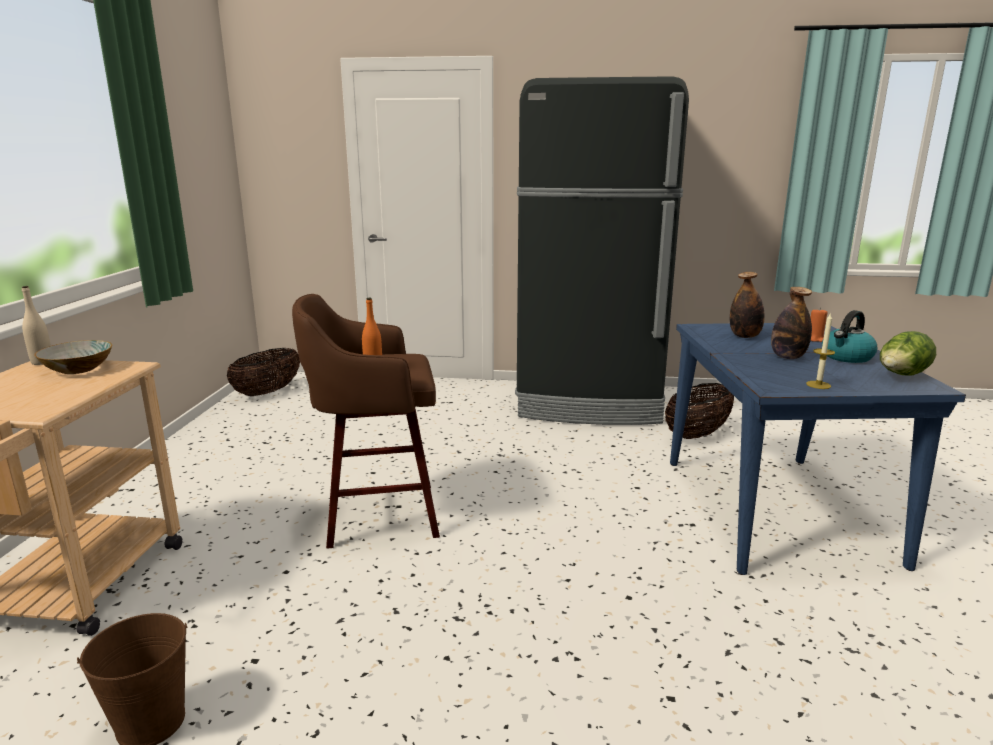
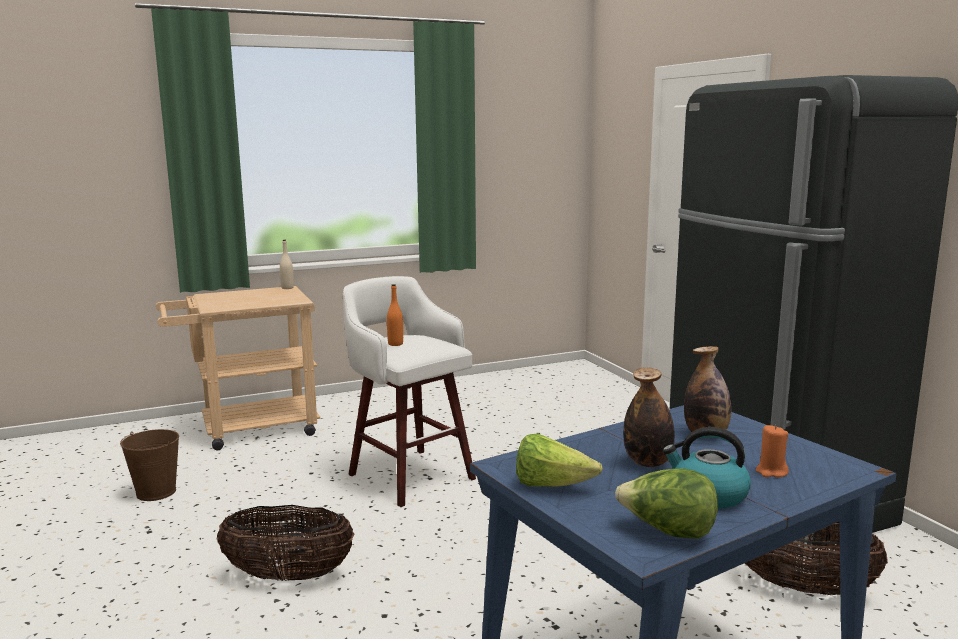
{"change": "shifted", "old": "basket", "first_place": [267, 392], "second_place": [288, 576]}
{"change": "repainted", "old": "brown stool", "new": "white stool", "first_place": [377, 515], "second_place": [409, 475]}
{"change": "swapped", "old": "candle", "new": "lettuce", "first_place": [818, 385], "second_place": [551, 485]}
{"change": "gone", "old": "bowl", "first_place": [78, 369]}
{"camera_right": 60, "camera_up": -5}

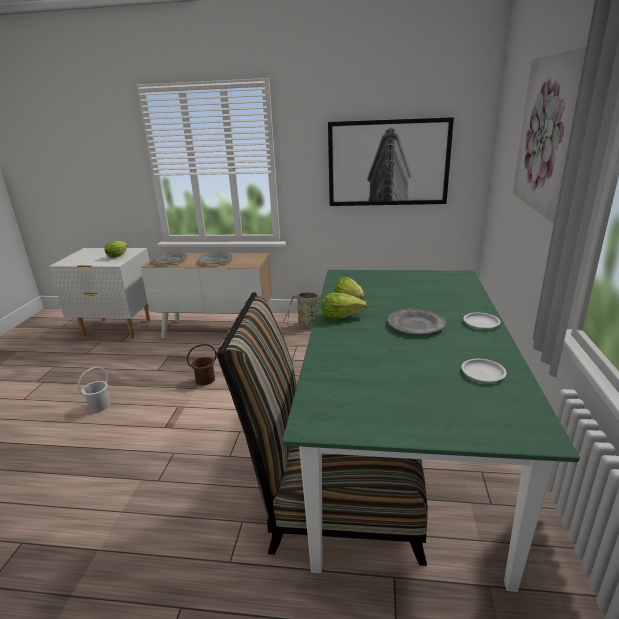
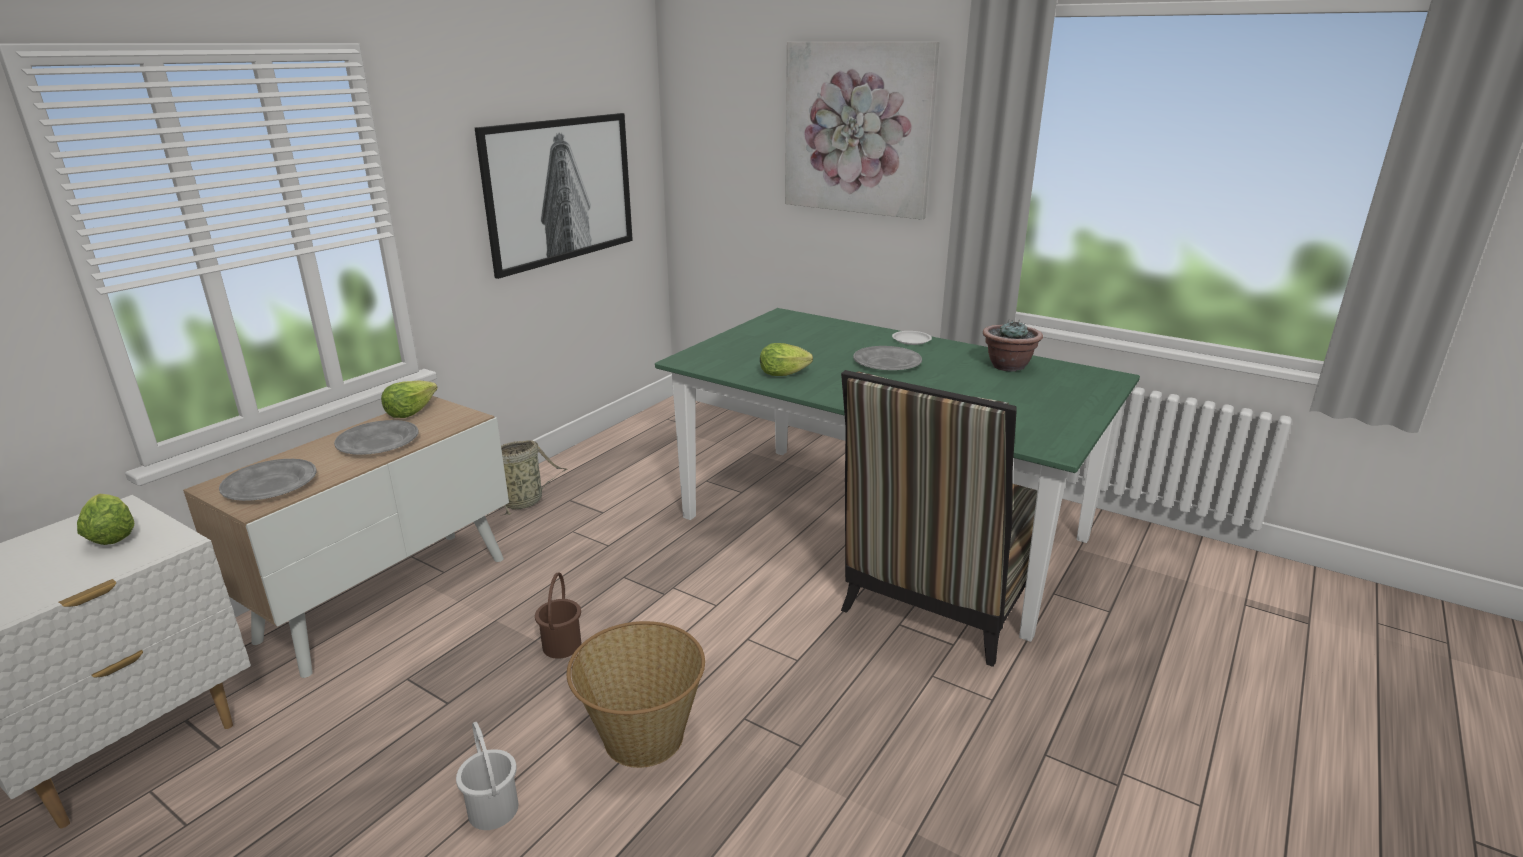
{"change": "shifted", "old": "lettuce", "first_place": [341, 316], "second_place": [410, 411]}
{"change": "new", "new": "basket", "second_place": [642, 737]}
{"change": "swapped", "old": "white plate", "new": "potted plant", "first_place": [483, 373], "second_place": [1008, 366]}
{"camera_right": -65, "camera_up": 0}

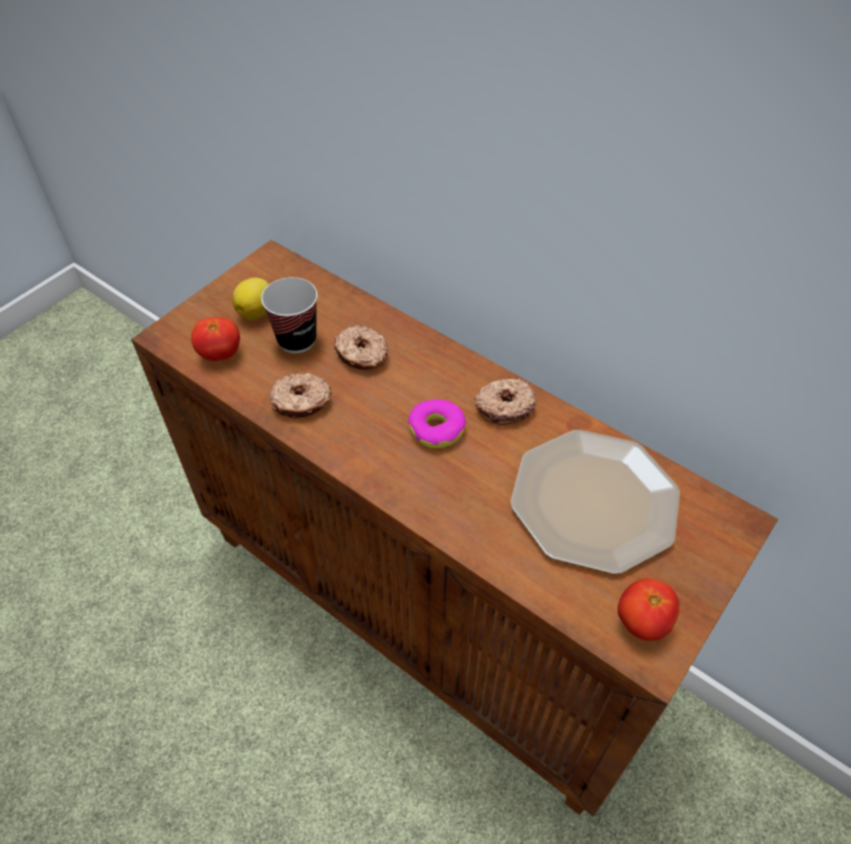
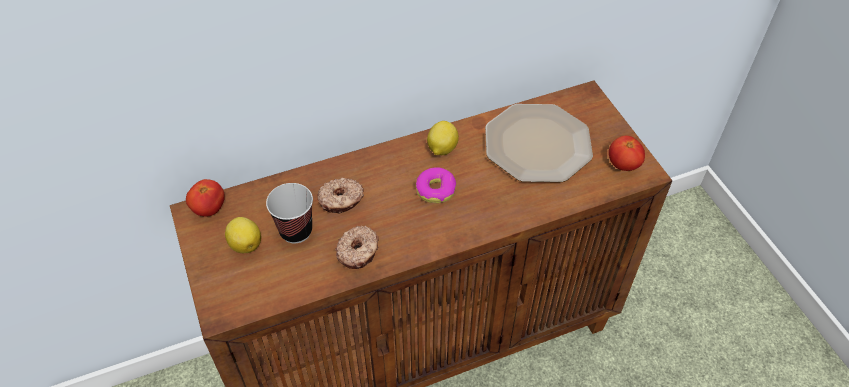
{"change": "shifted", "old": "tomato", "first_place": [220, 354], "second_place": [209, 209]}
{"change": "swapped", "old": "donut", "new": "lemon", "first_place": [504, 406], "second_place": [441, 149]}
{"camera_right": -60, "camera_up": 0}

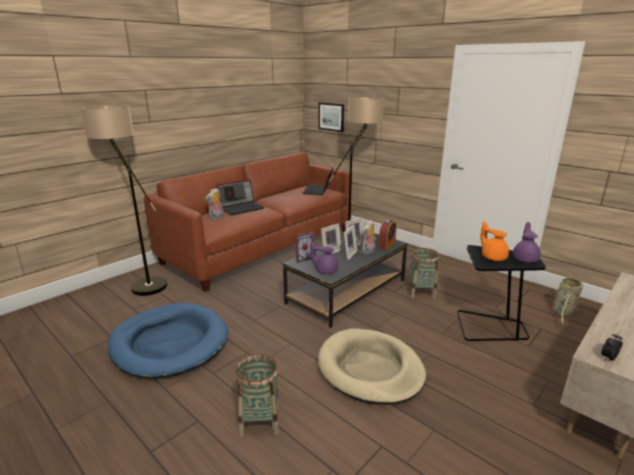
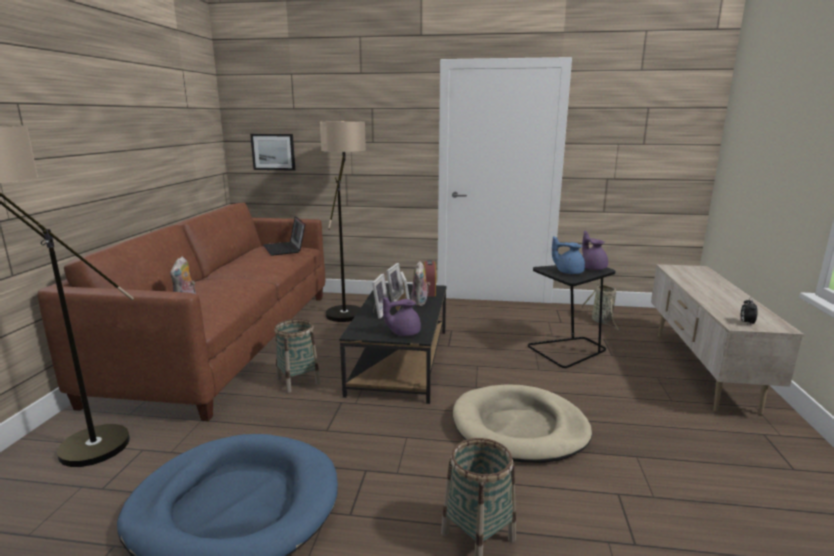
{"change": "shifted", "old": "basket", "first_place": [421, 292], "second_place": [298, 381]}
{"change": "repainted", "old": "orange teapot", "new": "blue teapot", "first_place": [493, 257], "second_place": [568, 272]}
{"change": "gone", "old": "laptop", "first_place": [241, 208]}
{"change": "gone", "old": "picture frame", "first_place": [303, 258]}
{"camera_right": -35, "camera_up": -5}

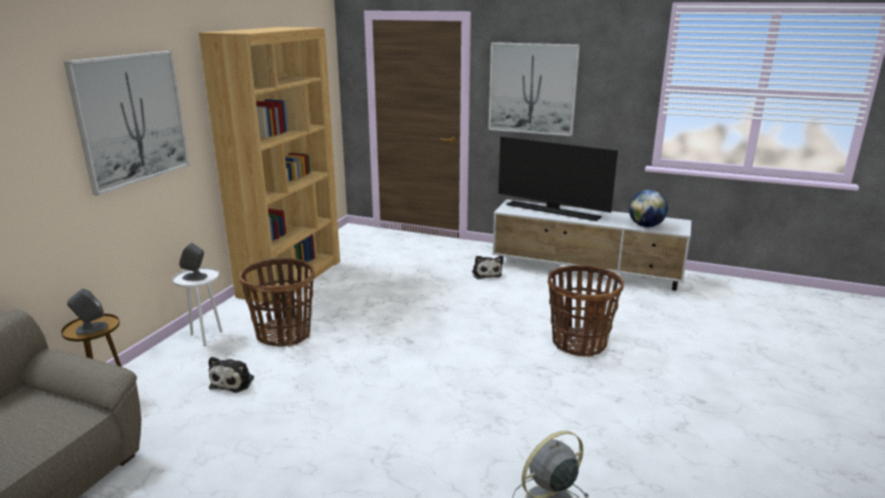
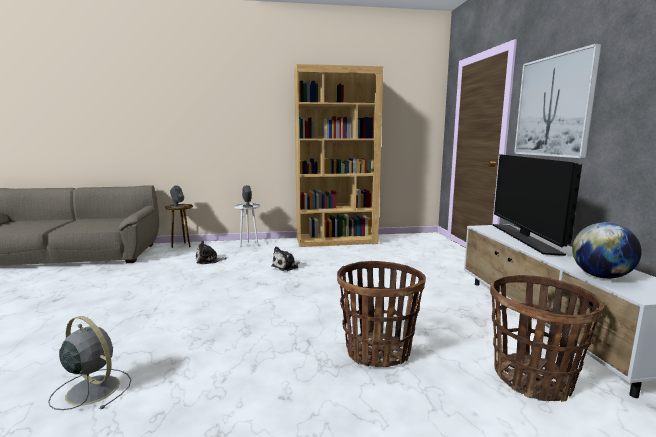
{"change": "shifted", "old": "plush toy", "first_place": [486, 273], "second_place": [286, 267]}
{"change": "shifted", "old": "basket", "first_place": [284, 334], "second_place": [533, 379]}
{"change": "gone", "old": "picture", "first_place": [131, 119]}
{"camera_right": 60, "camera_up": -10}

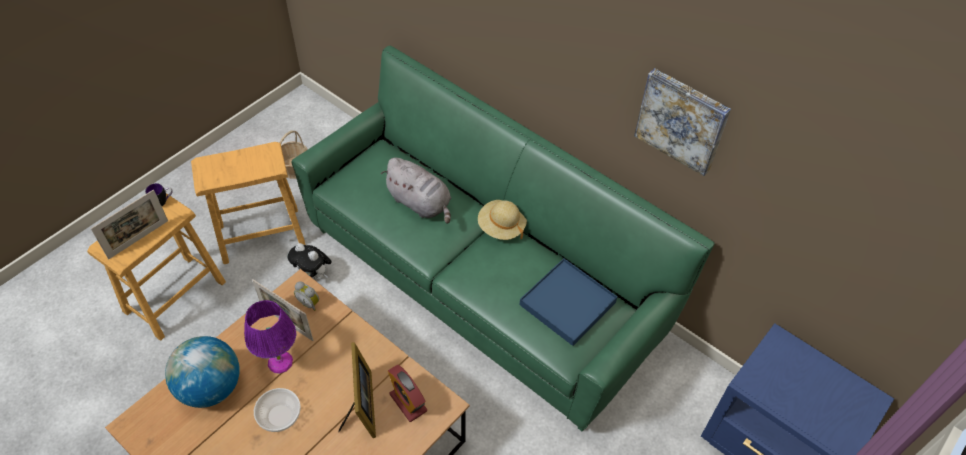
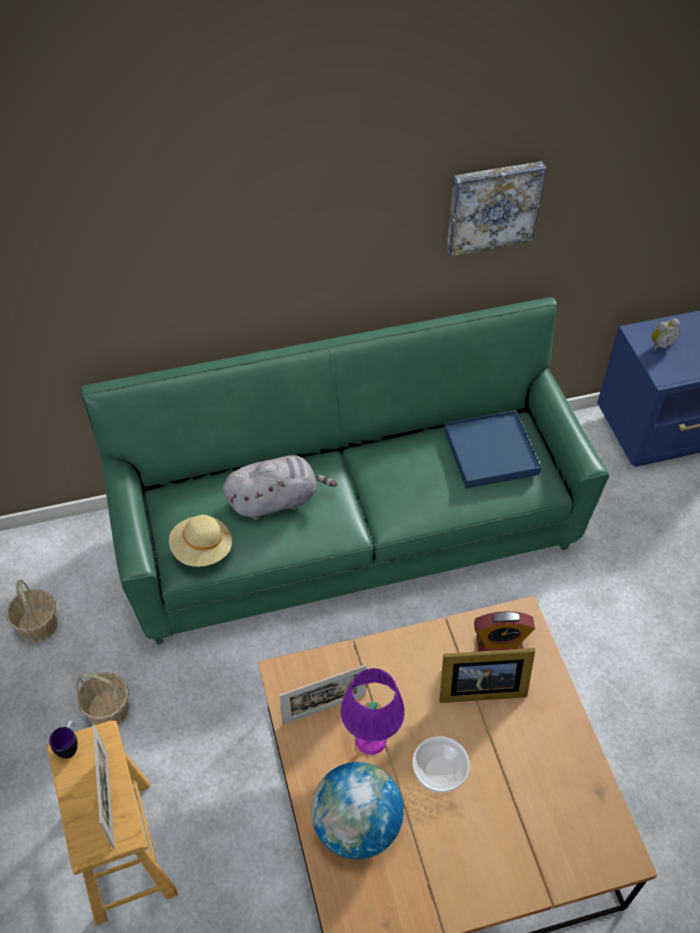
{"change": "swapped", "old": "brown stool", "new": "basket", "first_place": [261, 234], "second_place": [108, 709]}
{"change": "shifted", "old": "beige hat", "first_place": [501, 227], "second_place": [202, 549]}
{"change": "rotated", "old": "picture frame", "first_place": [362, 407], "second_place": [478, 688], "degrees": 150}
{"change": "shifted", "old": "alarm clock", "first_place": [309, 303], "second_place": [660, 345]}
{"change": "gone", "old": "plush toy", "first_place": [314, 275]}
{"camera_right": -55, "camera_up": 0}

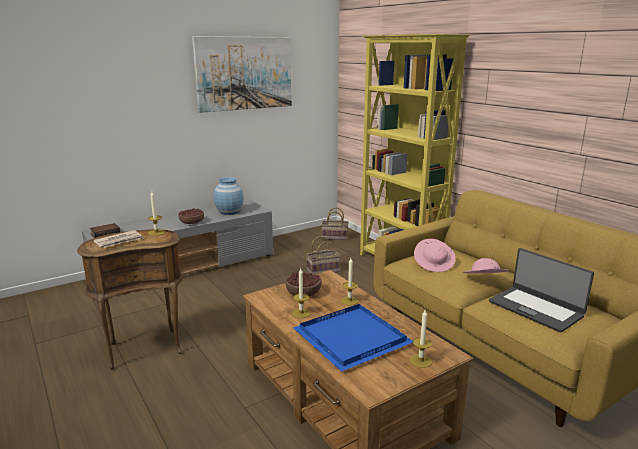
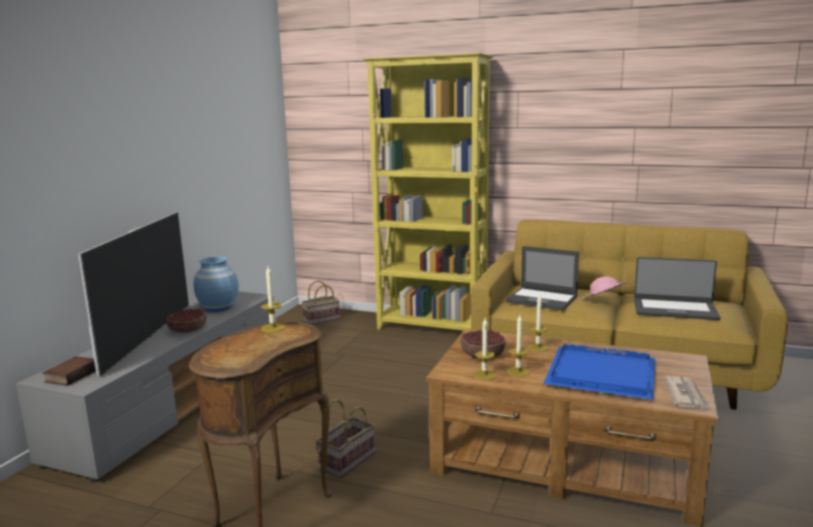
{"change": "new", "new": "television", "second_place": [148, 337]}
{"change": "shifted", "old": "basket", "first_place": [323, 270], "second_place": [347, 460]}
{"change": "shifted", "old": "candle", "first_place": [420, 361], "second_place": [484, 375]}
{"change": "swapped", "old": "pink hat", "new": "laptop", "first_place": [434, 264], "second_place": [542, 299]}
{"change": "shifted", "old": "newspaper", "first_place": [119, 241], "second_place": [685, 395]}
{"change": "gone", "old": "picture", "first_place": [244, 73]}
{"camera_right": -35, "camera_up": -5}

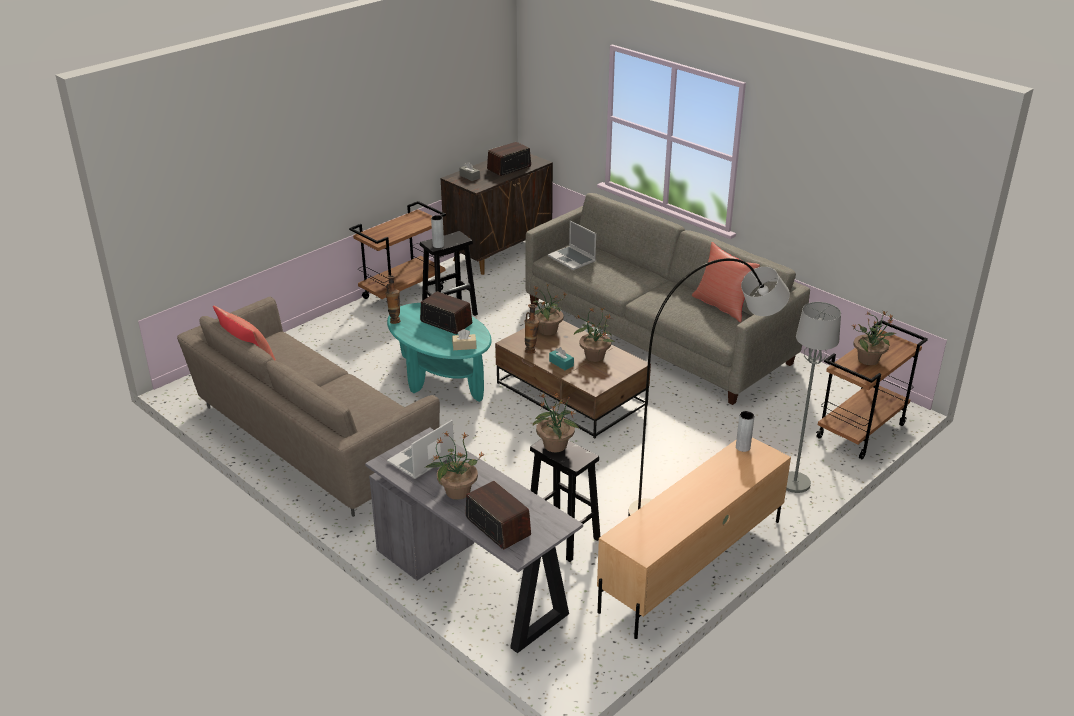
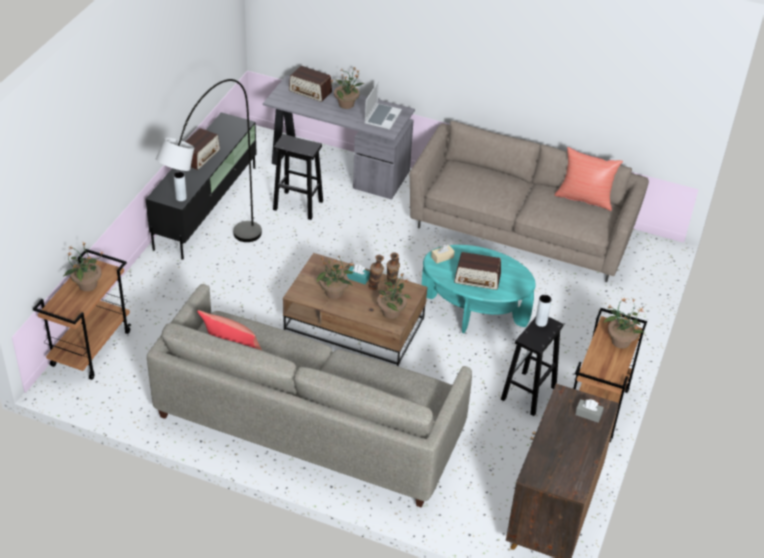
{"change": "repainted", "old": "beige tv stand", "new": "black tv stand", "first_place": [691, 565], "second_place": [206, 207]}
{"change": "shifted", "old": "radio", "first_place": [509, 168], "second_place": [200, 156]}
{"change": "shifted", "old": "vase", "first_place": [394, 320], "second_place": [375, 289]}
{"change": "shifted", "old": "potted plant", "first_place": [555, 446], "second_place": [620, 341]}
{"change": "gone", "old": "laptop", "first_place": [572, 259]}
{"change": "gone", "old": "grey floor lamp", "first_place": [794, 483]}
{"camera_right": 155, "camera_up": 10}

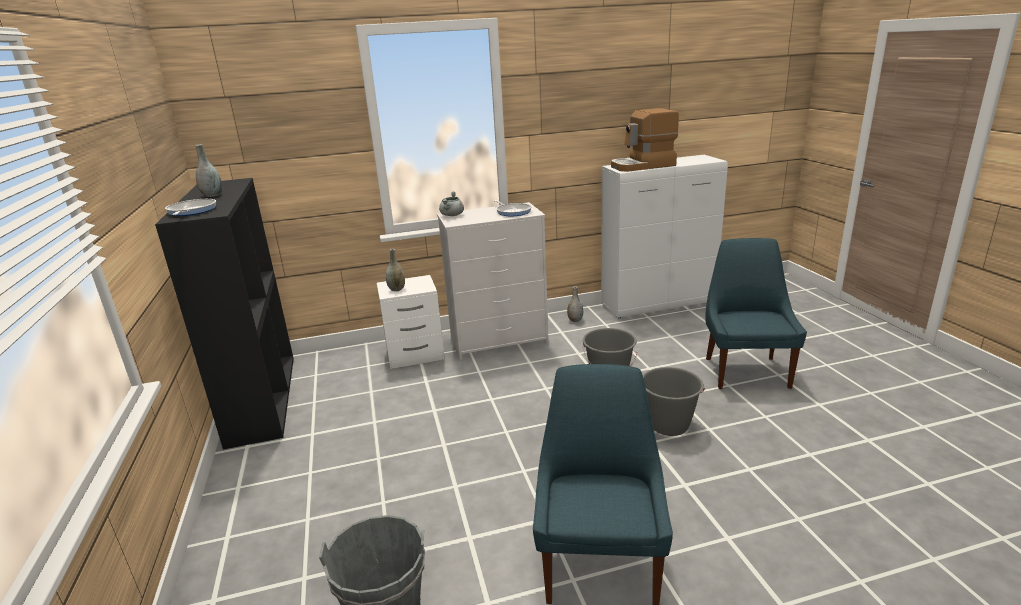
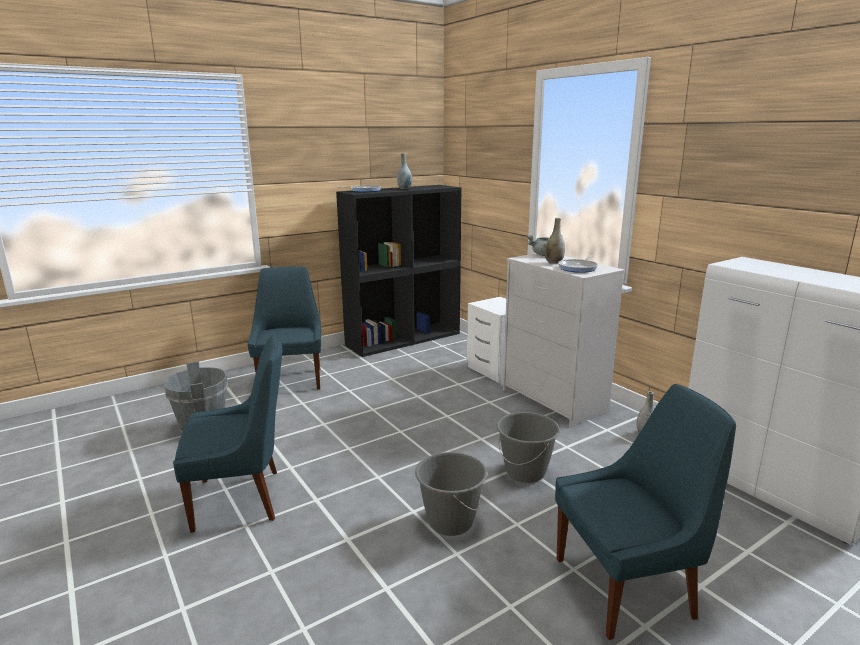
{"change": "new", "new": "blue chair", "second_place": [291, 379]}
{"change": "shifted", "old": "grey vase", "first_place": [396, 289], "second_place": [554, 262]}
{"change": "gone", "old": "coffee machine", "first_place": [643, 166]}
{"camera_right": 70, "camera_up": -5}

